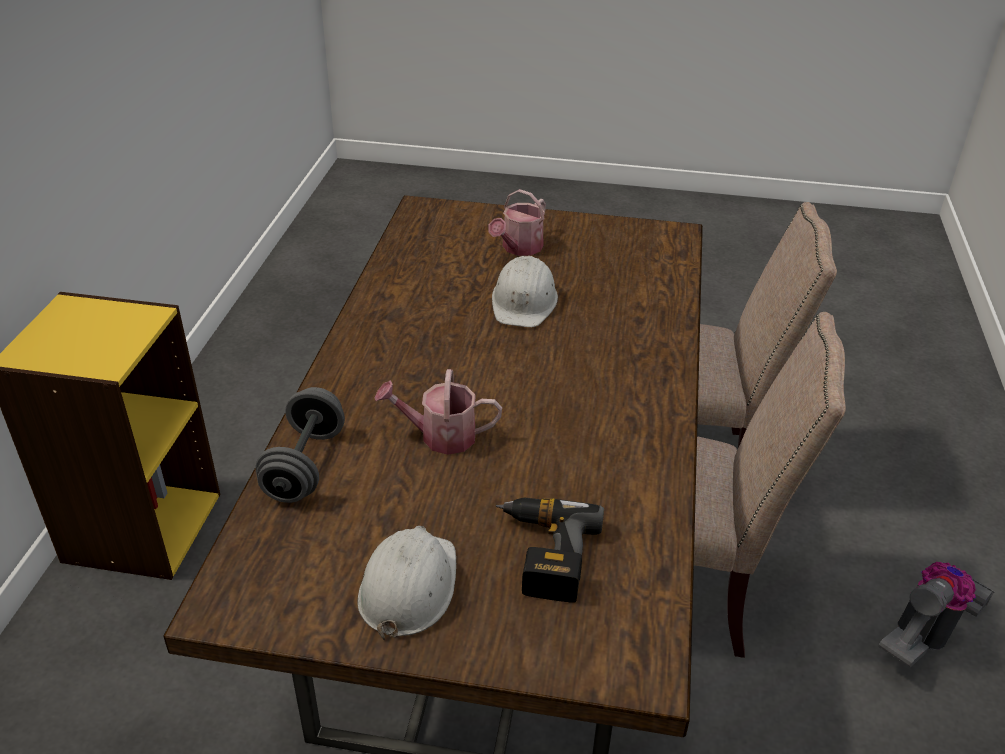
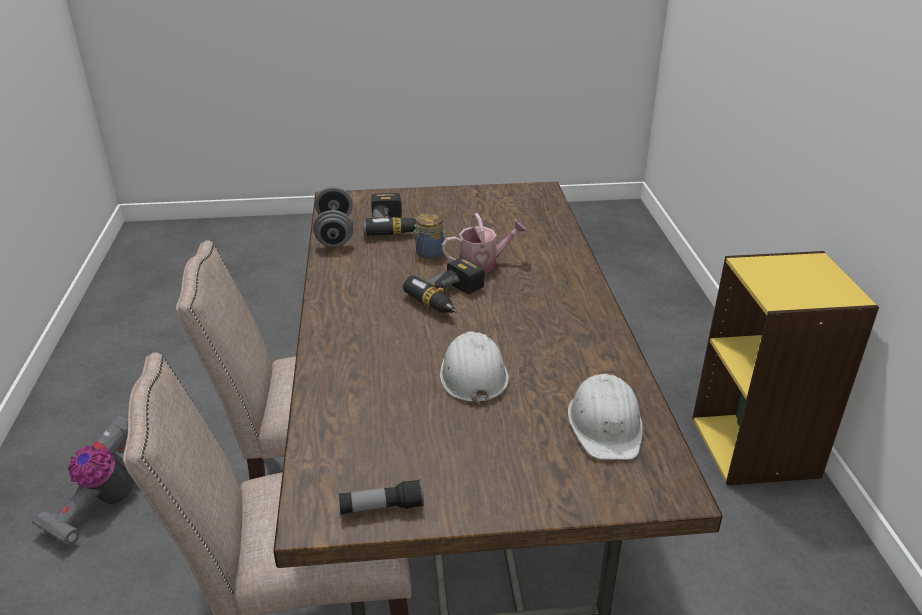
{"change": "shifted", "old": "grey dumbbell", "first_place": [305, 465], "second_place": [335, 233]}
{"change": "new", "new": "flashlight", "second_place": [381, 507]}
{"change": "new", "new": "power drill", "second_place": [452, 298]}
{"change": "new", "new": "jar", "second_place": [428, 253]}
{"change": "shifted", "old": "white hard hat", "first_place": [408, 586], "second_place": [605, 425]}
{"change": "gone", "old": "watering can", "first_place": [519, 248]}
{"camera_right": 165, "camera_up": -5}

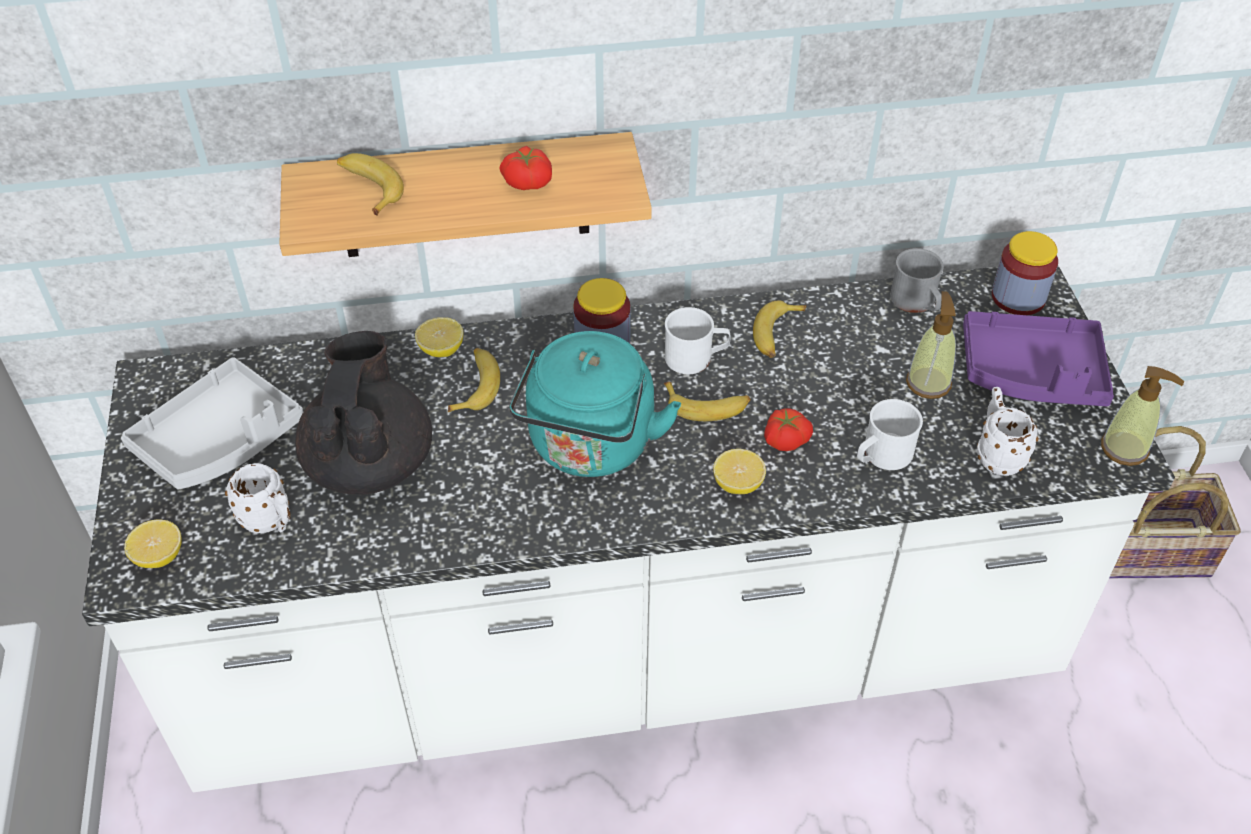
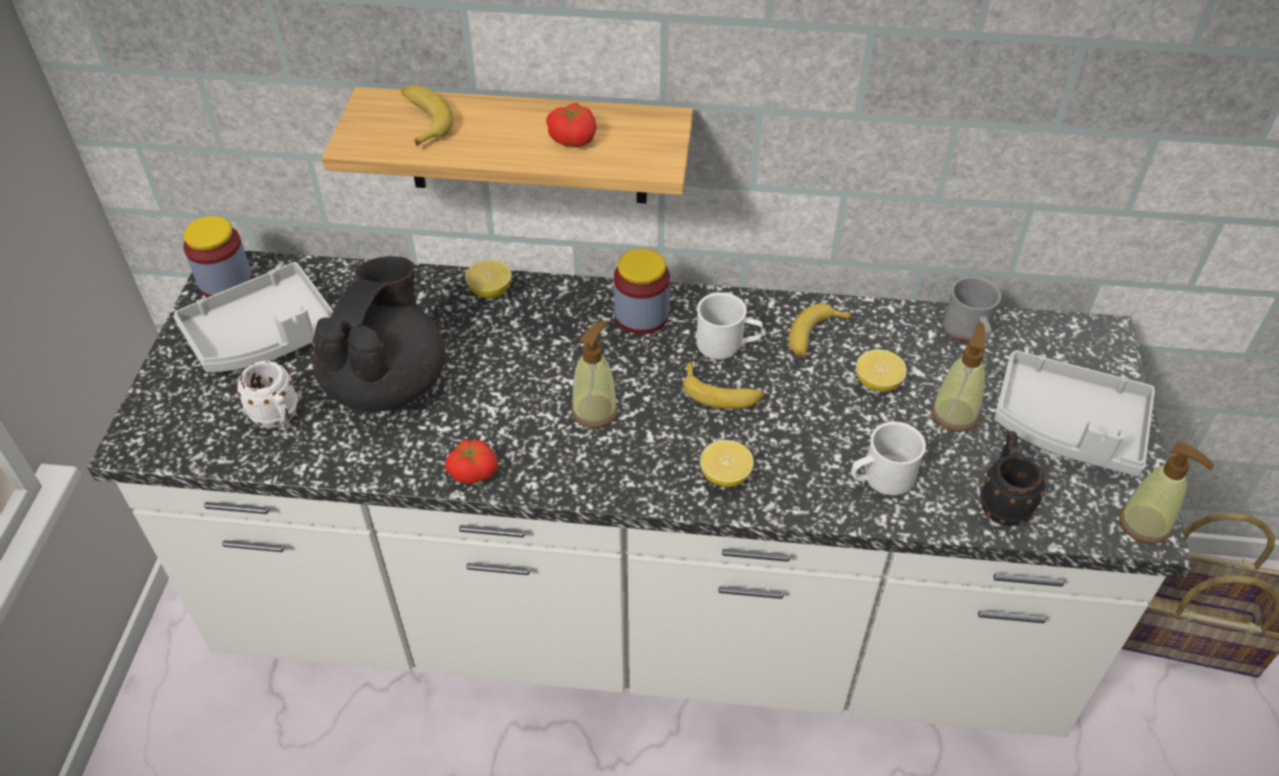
{"change": "shifted", "old": "jar", "first_place": [1018, 297], "second_place": [226, 282]}
{"change": "shifted", "old": "tomato", "first_place": [785, 439], "second_place": [473, 470]}
{"change": "swapped", "old": "turquoise kettle", "new": "soap dispenser", "first_place": [590, 447], "second_place": [595, 410]}
{"change": "shifted", "old": "lemon", "first_place": [159, 556], "second_place": [877, 383]}
{"change": "repainted", "old": "white mug", "new": "black mug", "first_place": [996, 454], "second_place": [1002, 501]}
{"change": "repainted", "old": "purple tray", "new": "grey tray", "first_place": [1032, 373], "second_place": [1068, 426]}
{"change": "gone", "old": "banana", "first_place": [476, 385]}
{"camera_right": 15, "camera_up": 0}

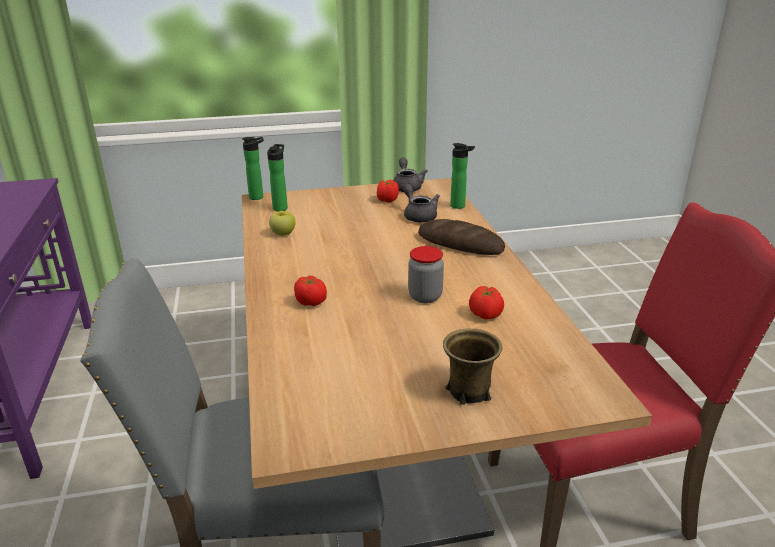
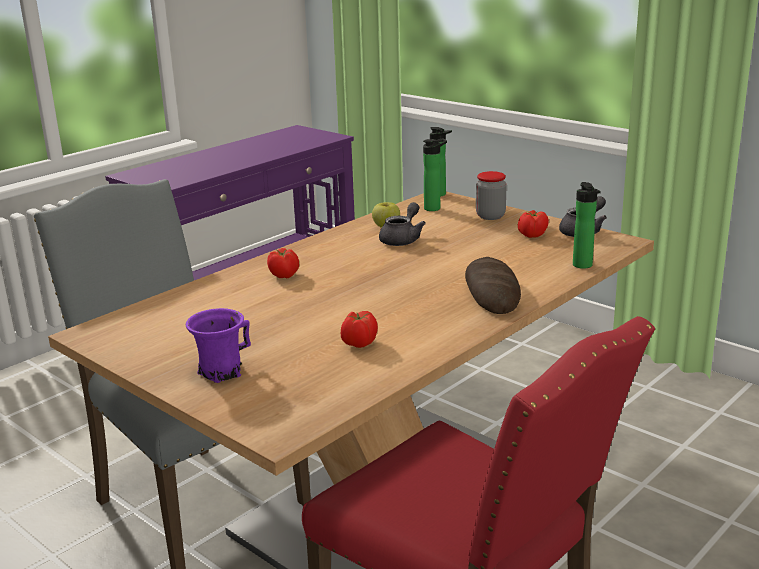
{"change": "repainted", "old": "brown mug", "new": "purple mug", "first_place": [468, 392], "second_place": [220, 372]}
{"change": "shifted", "old": "grey teapot", "first_place": [418, 215], "second_place": [402, 239]}
{"change": "shifted", "old": "jar", "first_place": [425, 296], "second_place": [490, 216]}
{"camera_right": 55, "camera_up": -5}

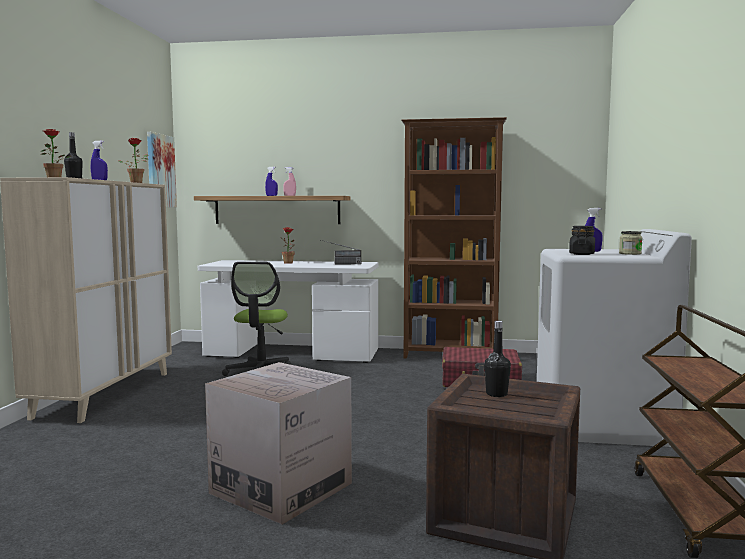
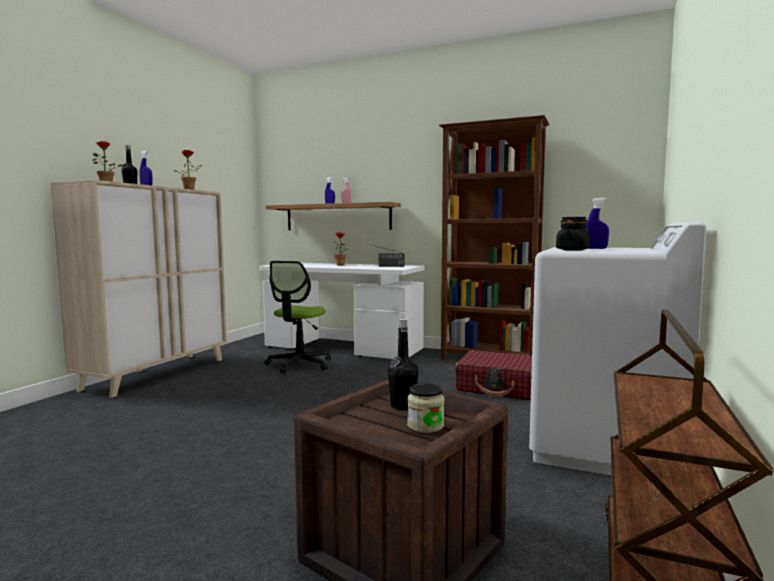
{"change": "shifted", "old": "jar", "first_place": [630, 253], "second_place": [425, 426]}
{"change": "gone", "old": "picture", "first_place": [160, 171]}
{"change": "gone", "old": "cardboard box", "first_place": [281, 488]}
{"camera_right": 15, "camera_up": 0}

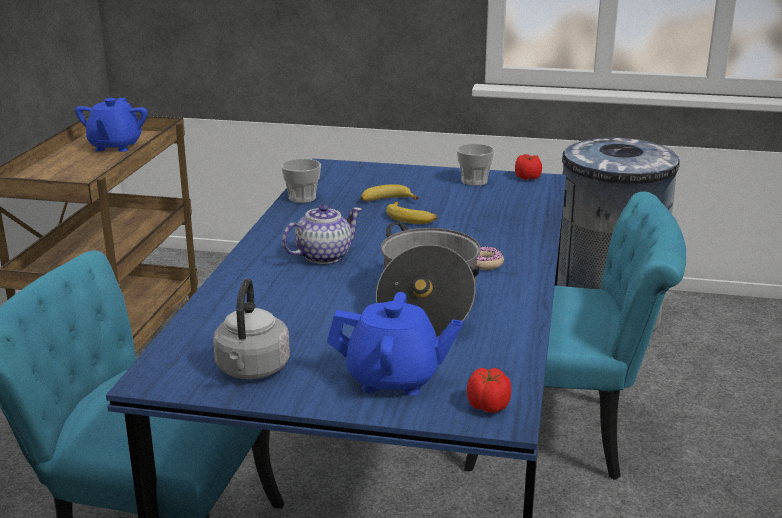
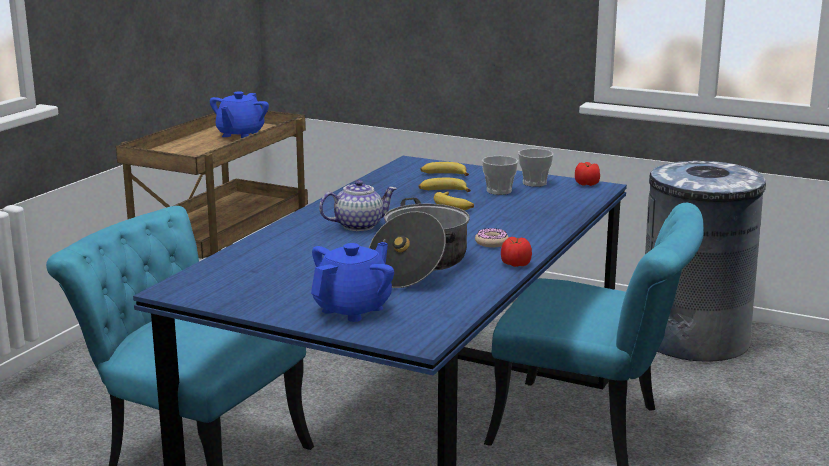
{"change": "rotated", "old": "blue teapot", "first_place": [394, 379], "second_place": [353, 309], "degrees": -75}
{"change": "new", "new": "banana", "second_place": [444, 175]}
{"change": "shifted", "old": "cup", "first_place": [302, 198], "second_place": [499, 191]}
{"change": "shifted", "old": "tomato", "first_place": [488, 407], "second_place": [515, 264]}
{"change": "gone", "old": "grey kettle", "first_place": [252, 370]}
{"camera_right": 15, "camera_up": -5}

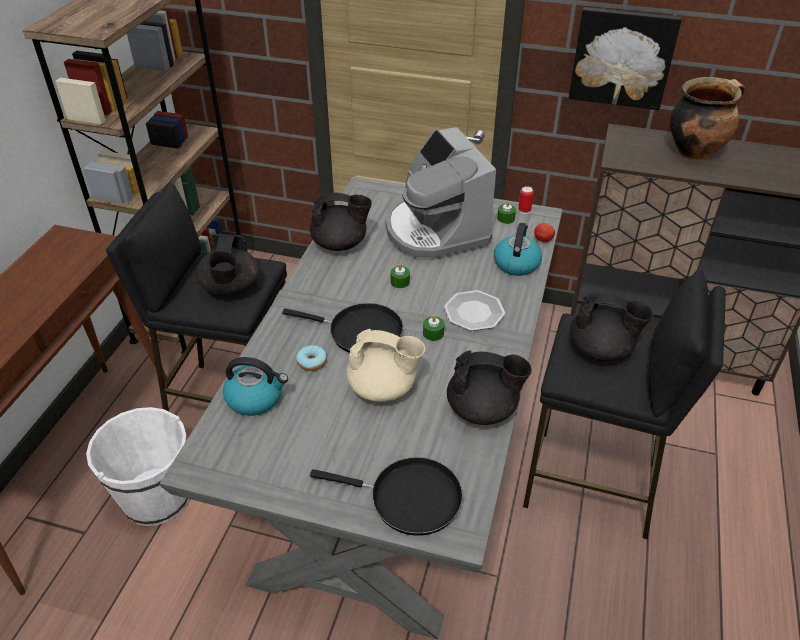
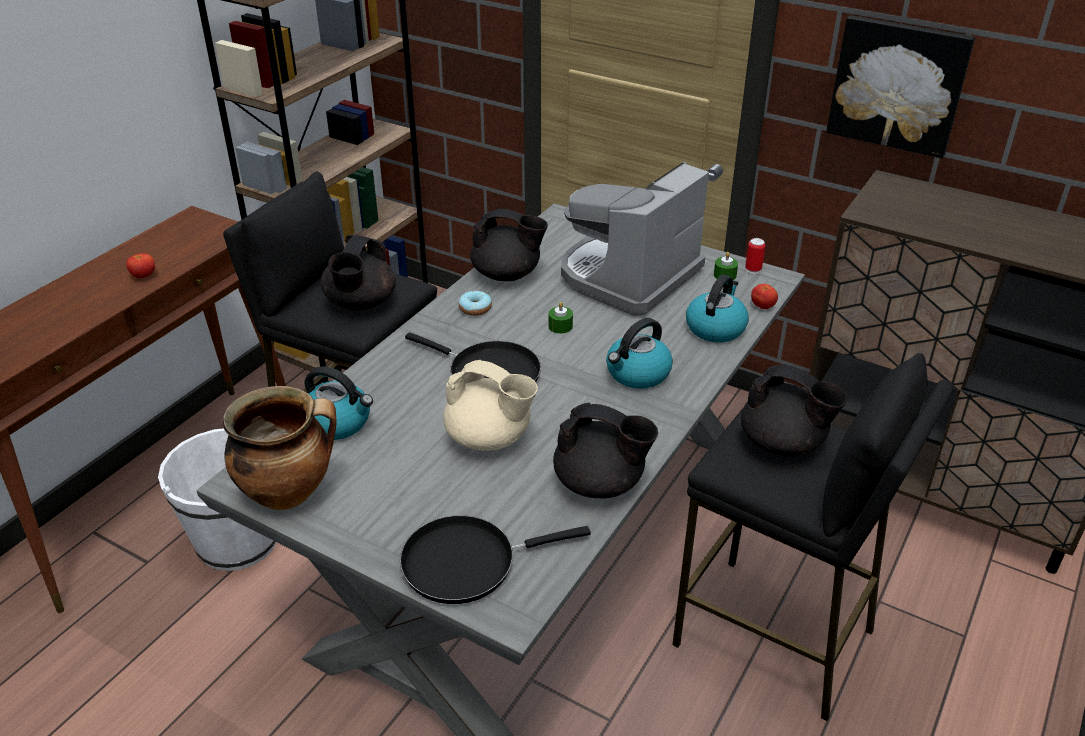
{"change": "new", "new": "tomato", "second_place": [144, 276]}
{"change": "shifted", "old": "cooking pot", "first_place": [695, 151], "second_place": [289, 492]}
{"change": "rotated", "old": "black frying pan", "first_place": [409, 498], "second_place": [467, 562], "degrees": 135}
{"change": "shifted", "old": "donut", "first_place": [312, 362], "second_place": [475, 308]}
{"change": "rotated", "old": "coffee machine", "first_place": [435, 231], "second_place": [628, 276], "degrees": 45}
{"change": "swapped", "old": "plate", "new": "kettle", "first_place": [474, 312], "second_place": [637, 374]}
{"change": "gone", "old": "green candle", "first_place": [433, 333]}
{"camera_right": 15, "camera_up": -5}

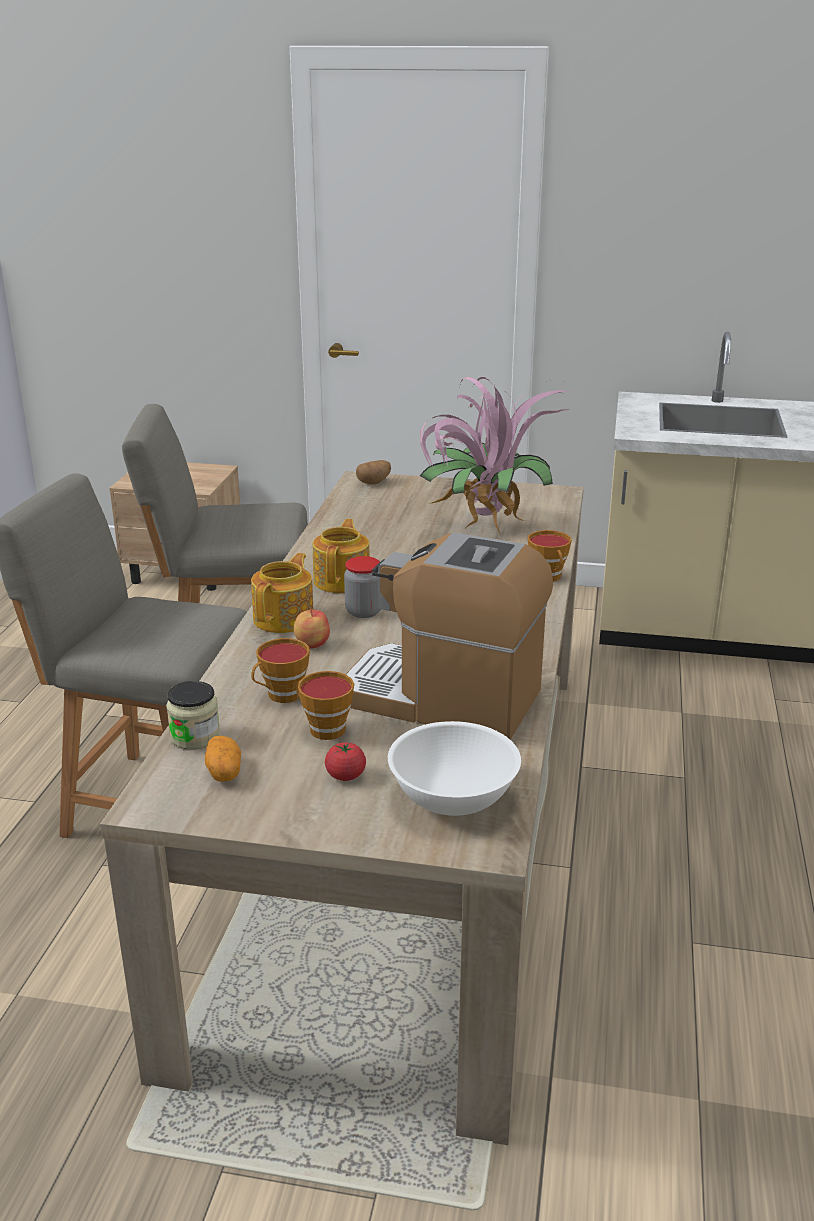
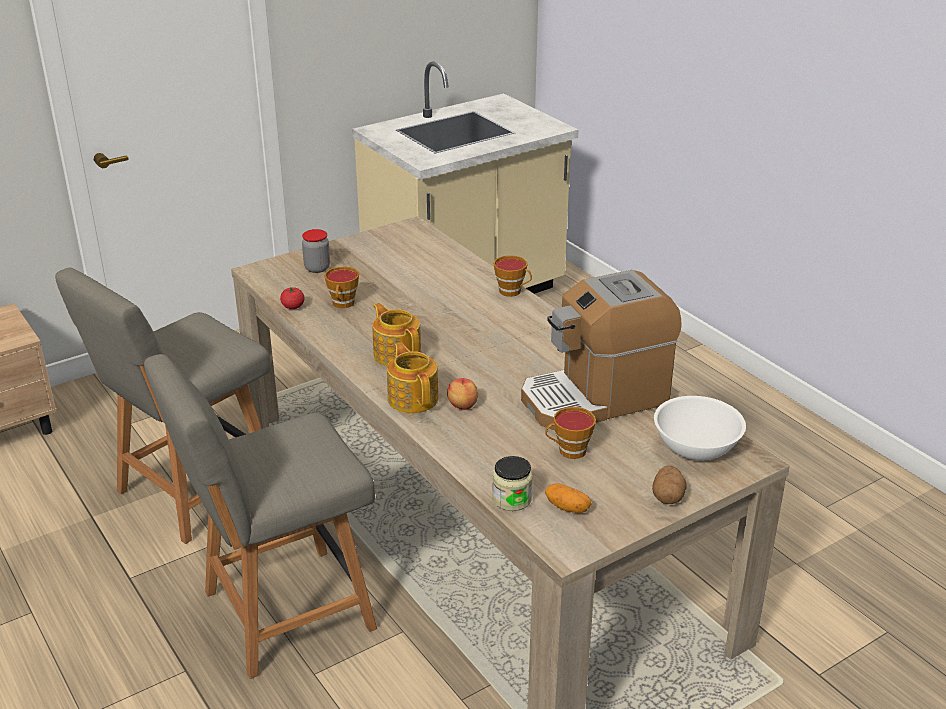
{"change": "shifted", "old": "tomato", "first_place": [345, 775], "second_place": [293, 307]}
{"change": "shifted", "old": "jar", "first_place": [363, 611], "second_place": [317, 268]}
{"change": "shifted", "old": "cup", "first_place": [281, 695], "second_place": [343, 304]}
{"change": "shifted", "old": "potato", "first_place": [374, 482], "second_place": [668, 496]}
{"change": "gone", "old": "potted plant", "first_place": [485, 528]}
{"camera_right": -45, "camera_up": 5}

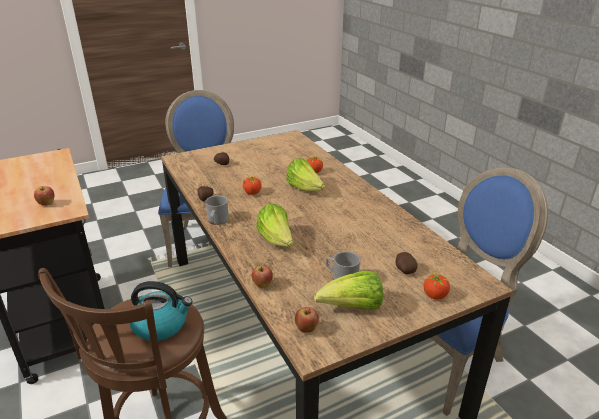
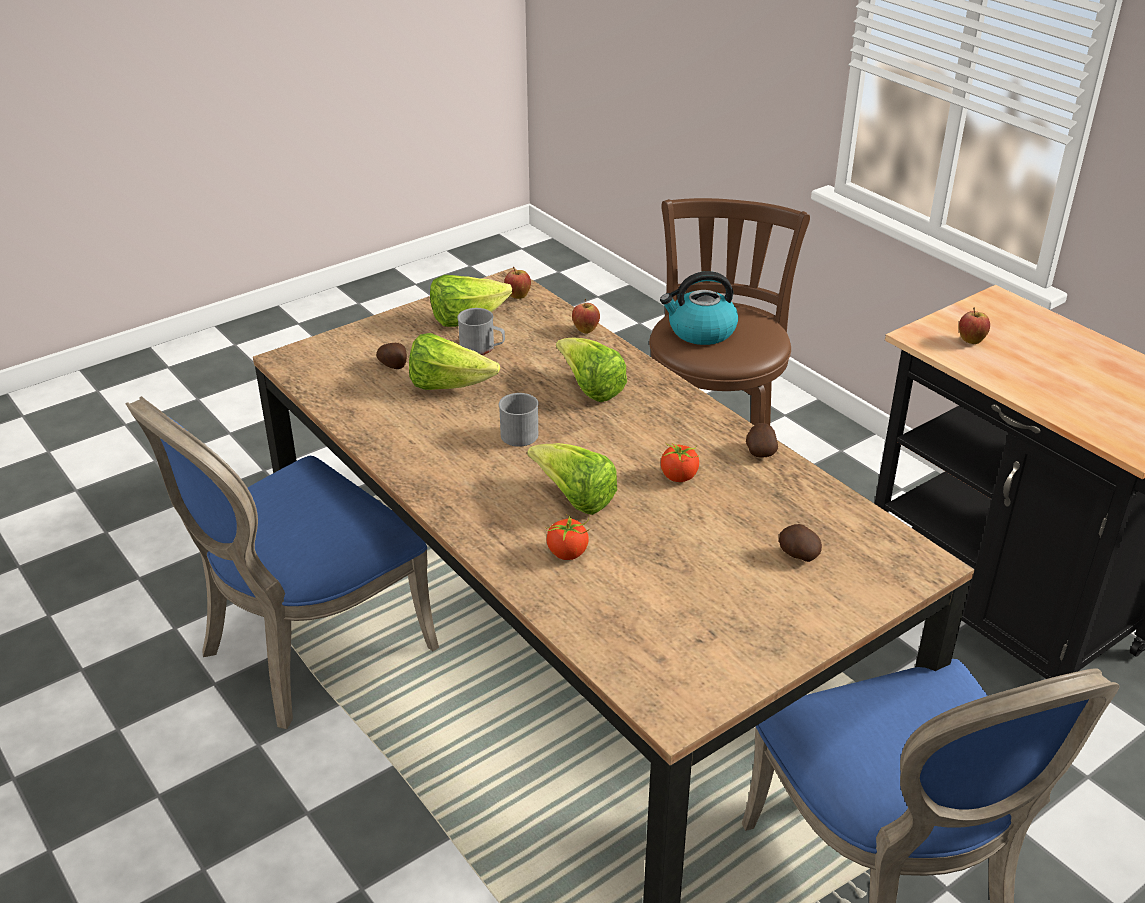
{"change": "new", "new": "lettuce", "second_place": [448, 386]}
{"change": "shifted", "old": "grey mug", "first_place": [217, 221], "second_place": [519, 432]}
{"change": "gone", "old": "tomato", "first_place": [435, 295]}
{"camera_right": 170, "camera_up": 5}

